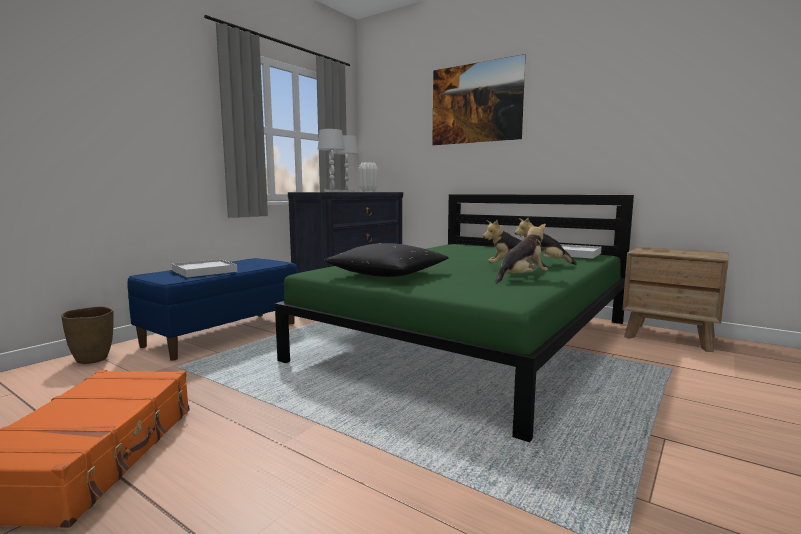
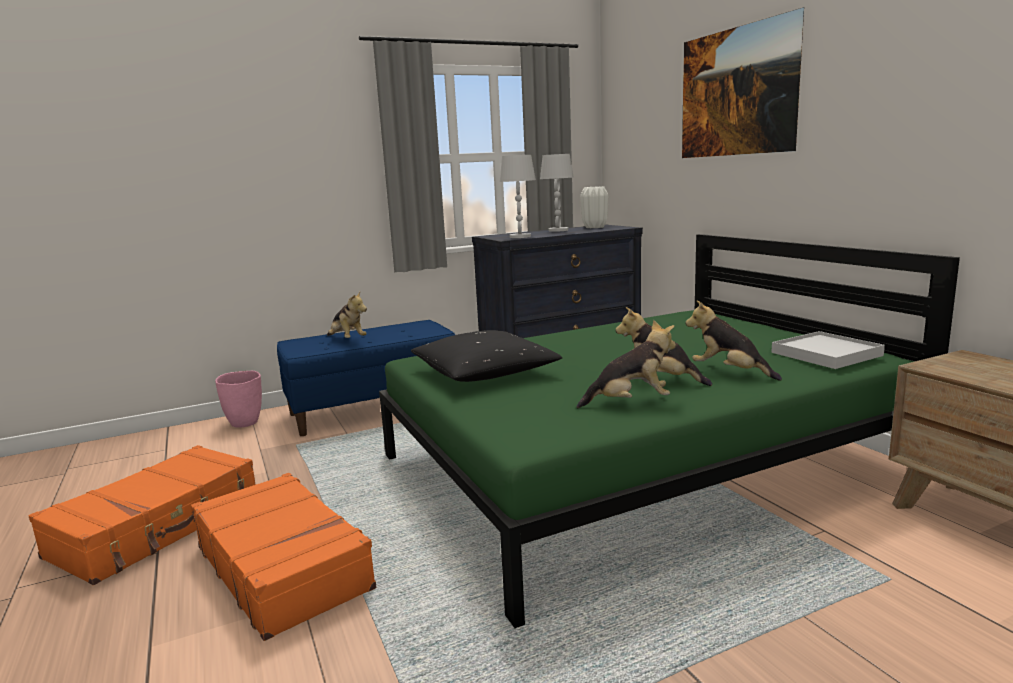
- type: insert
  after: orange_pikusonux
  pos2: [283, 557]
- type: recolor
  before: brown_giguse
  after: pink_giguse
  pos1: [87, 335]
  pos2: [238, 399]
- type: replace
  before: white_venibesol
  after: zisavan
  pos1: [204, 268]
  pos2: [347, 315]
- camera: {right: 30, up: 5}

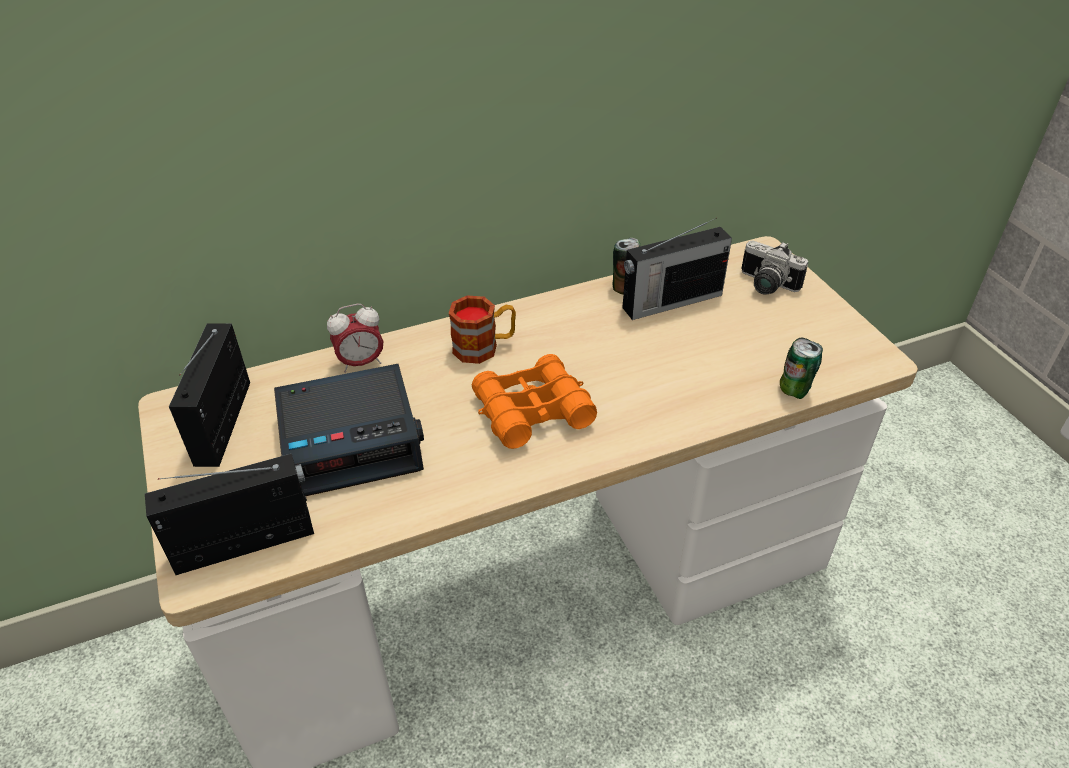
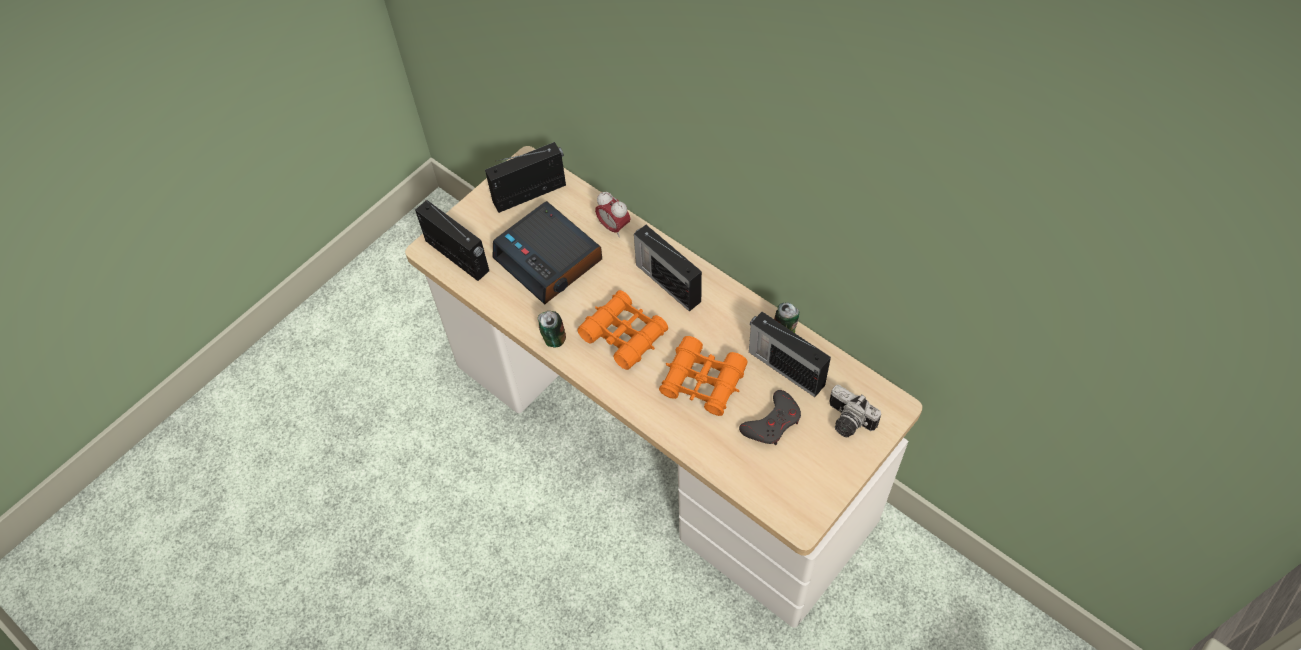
- type: move
  before: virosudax
  pos1: [801, 368]
  pos2: [552, 329]
- type: replace
  before: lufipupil
  after: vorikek
  pos1: [482, 329]
  pos2: [668, 268]
- type: insert
  after: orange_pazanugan
  pos2: [703, 376]
- type: insert
  after: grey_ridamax
  pos2: [770, 417]
- type: rotate
  before: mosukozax
  pos1: [774, 268]
  pos2: [855, 411]
  turn: -60
- camera: {right: 65, up: 15}

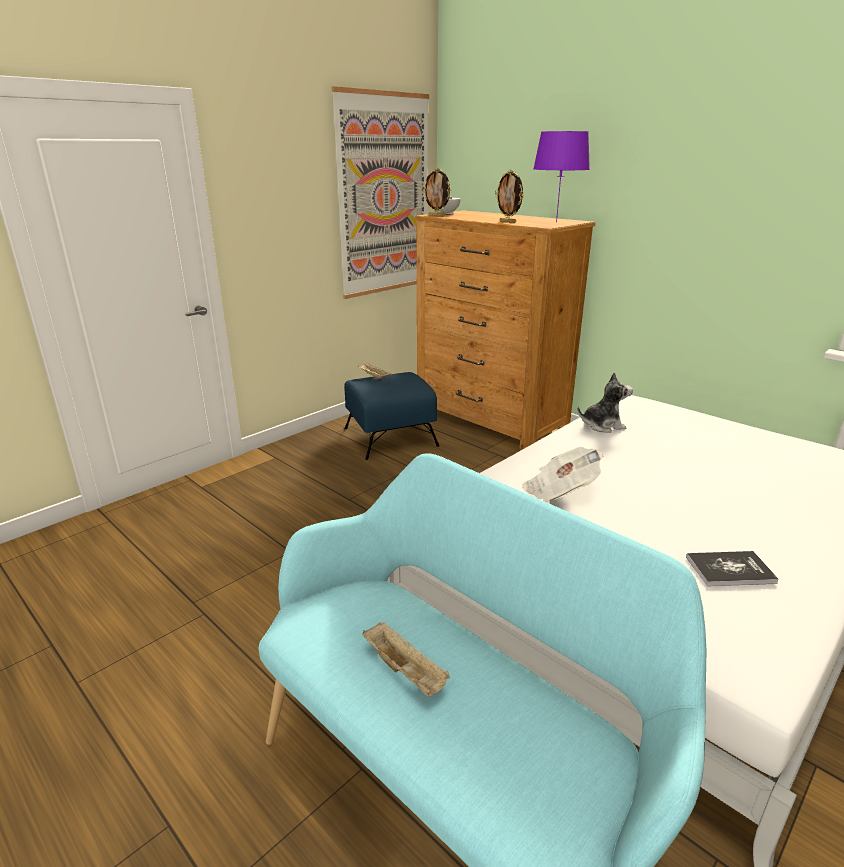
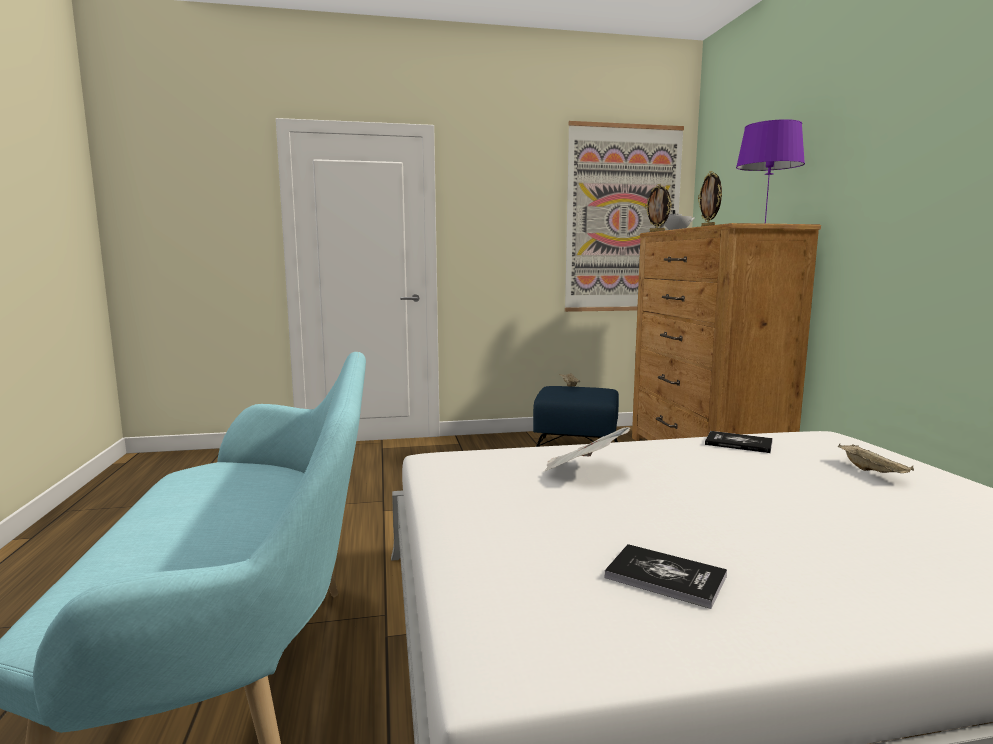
- type: replace
  before: zisavan
  after: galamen
  pos1: [605, 403]
  pos2: [739, 442]
- type: move
  before: beige_venibesol
  pos1: [406, 659]
  pos2: [876, 458]
- camera: {right: 35, up: -15}

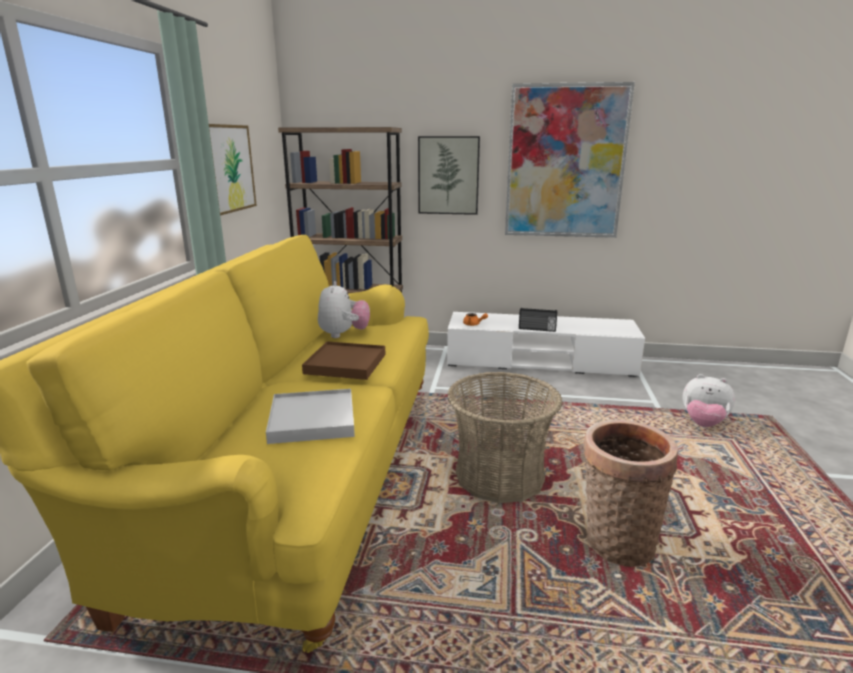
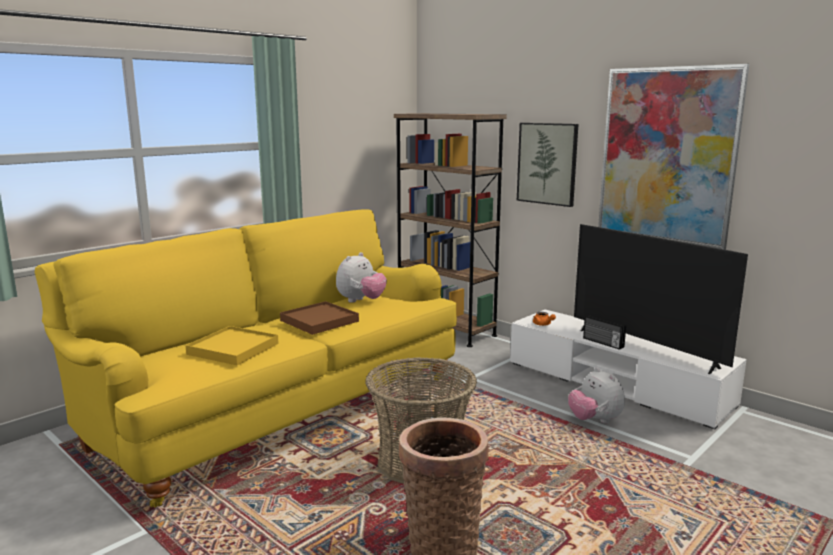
- type: recolor
  before: white_venibesol
  after: yellow_venibesol
  pos1: [310, 416]
  pos2: [232, 345]
- type: move
  before: zisavan
  pos1: [709, 400]
  pos2: [596, 395]
- type: insert
  after: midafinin
  pos2: [661, 299]
- type: delete
  before: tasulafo
  pos1: [233, 170]
- camera: {right: 35, up: -5}

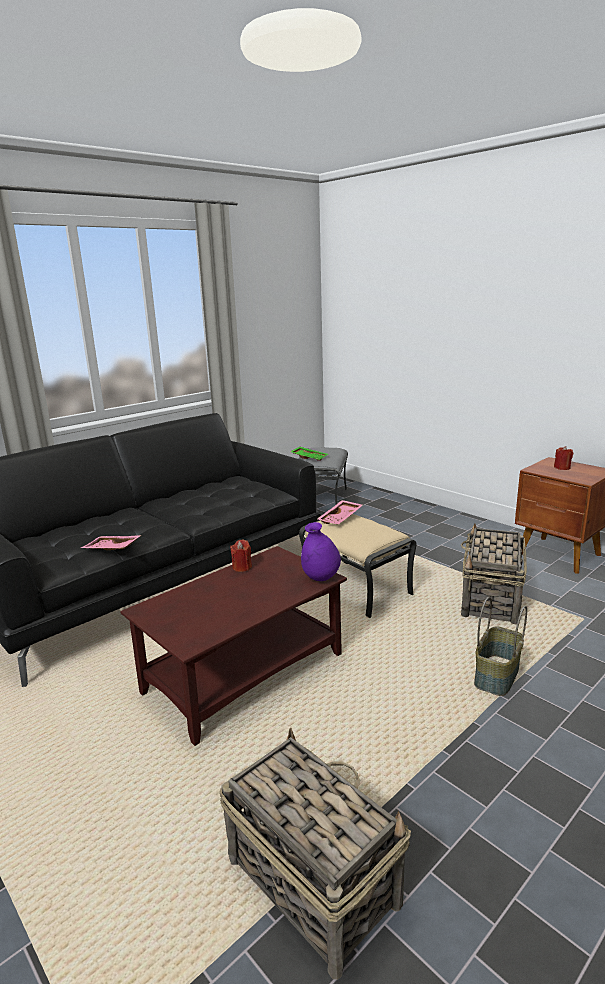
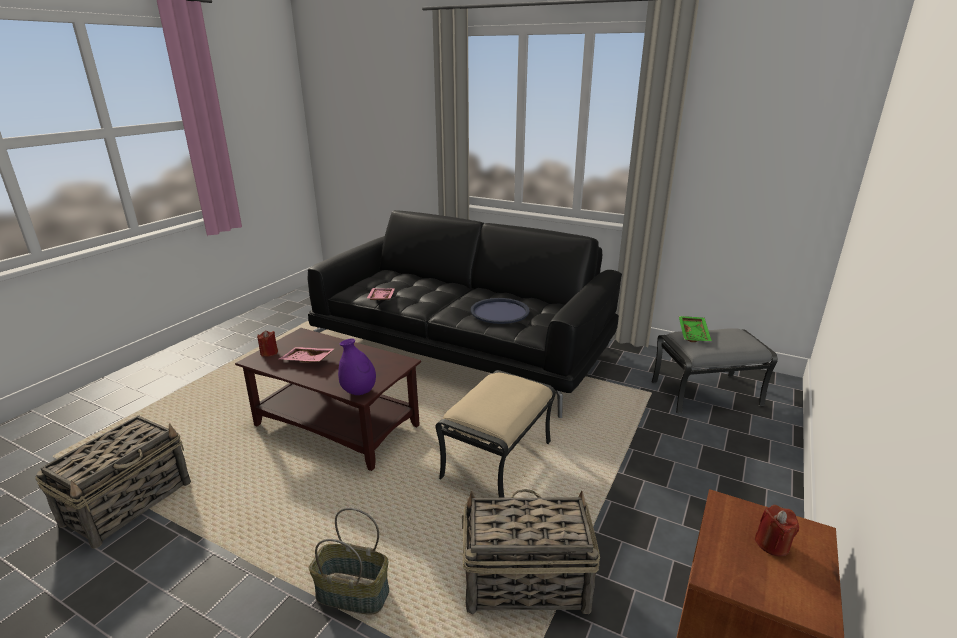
- type: move
  before: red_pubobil
  pos1: [241, 555]
  pos2: [267, 343]
- type: move
  before: pink_venibesol
  pos1: [340, 512]
  pos2: [306, 355]
- type: insert
  after: blue_venibesol
  pos2: [500, 311]
- camera: {right: 70, up: 5}

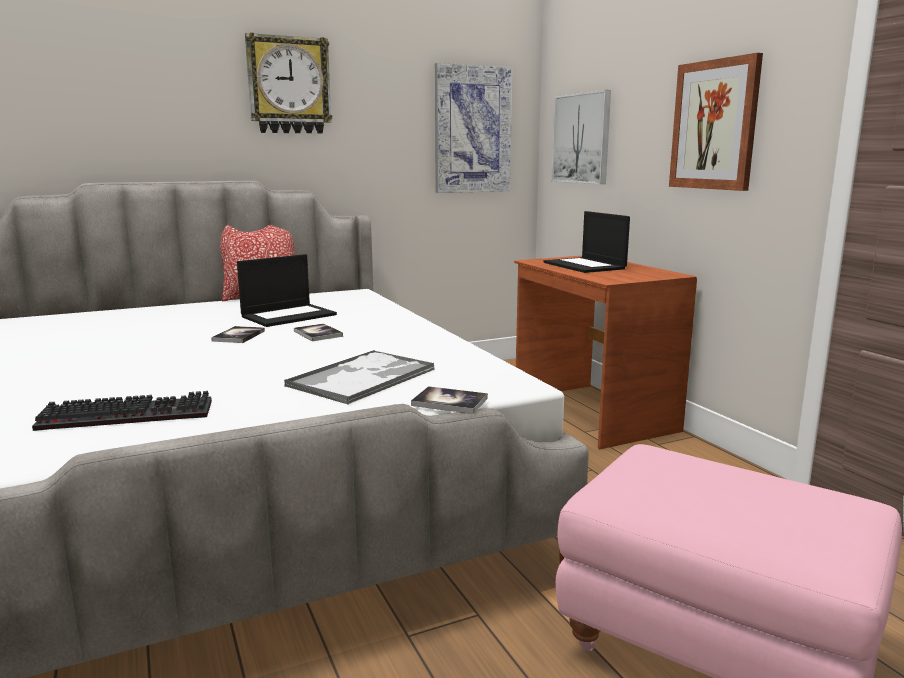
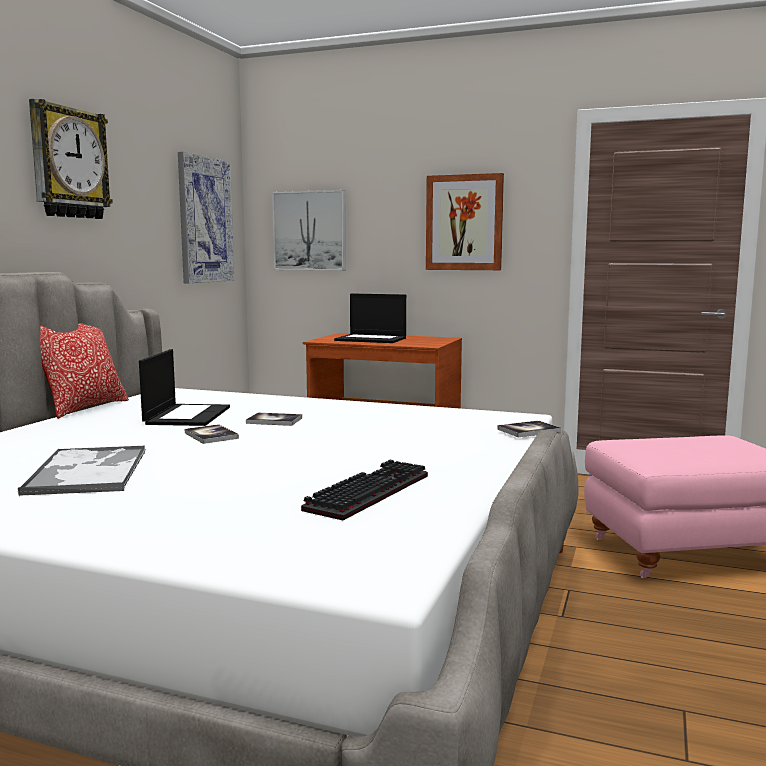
- type: move
  before: venibesol
  pos1: [359, 377]
  pos2: [82, 470]
- camera: {right: -45, up: -5}

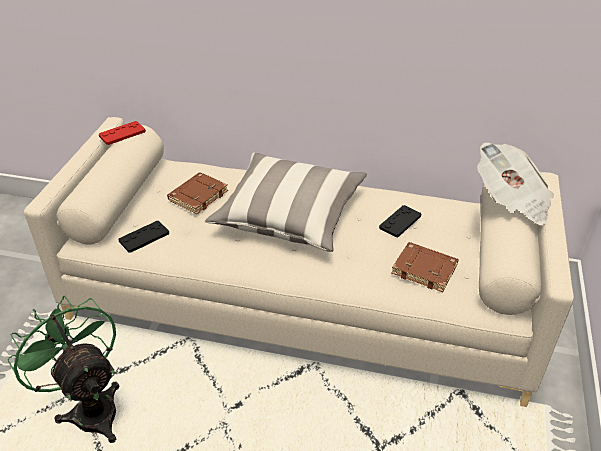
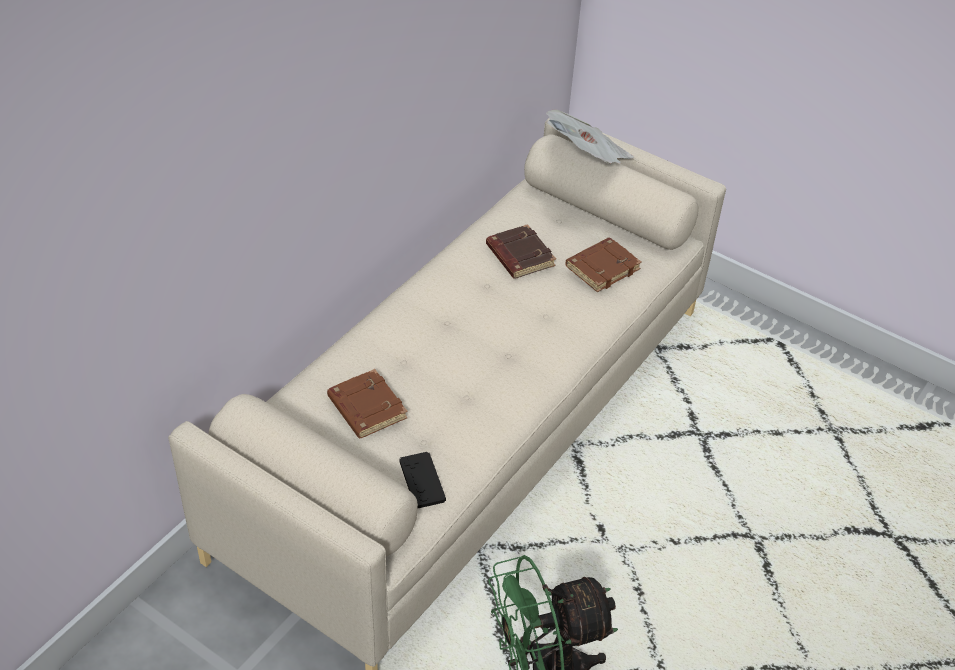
- type: replace
  before: black_ridamax
  after: brown_galamen
  pos1: [400, 221]
  pos2: [521, 251]
- type: delete
  before: red_ridamax
  pos1: [122, 133]
- type: delete
  before: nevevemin
  pos1: [285, 202]
- camera: {right: -70, up: 5}

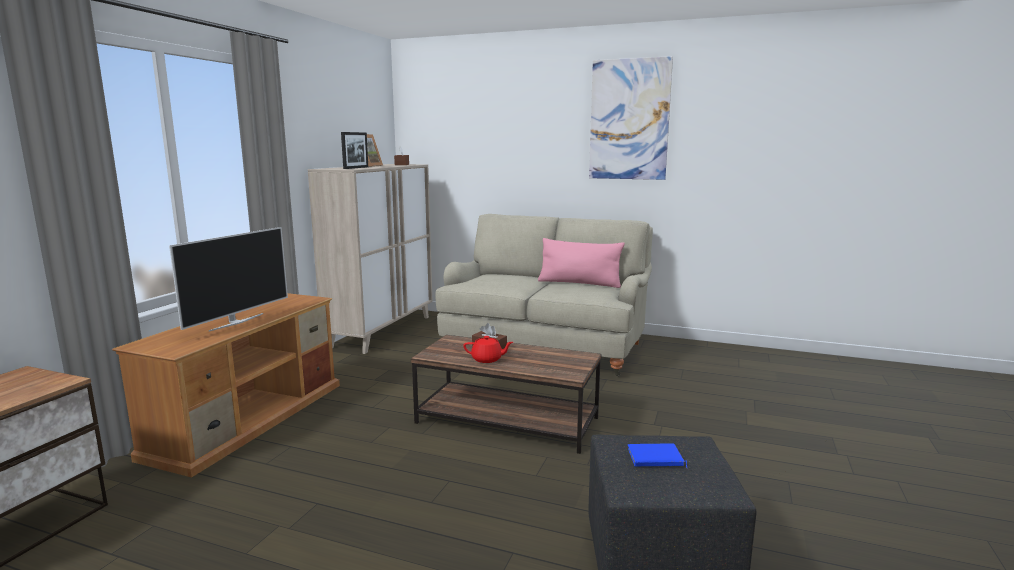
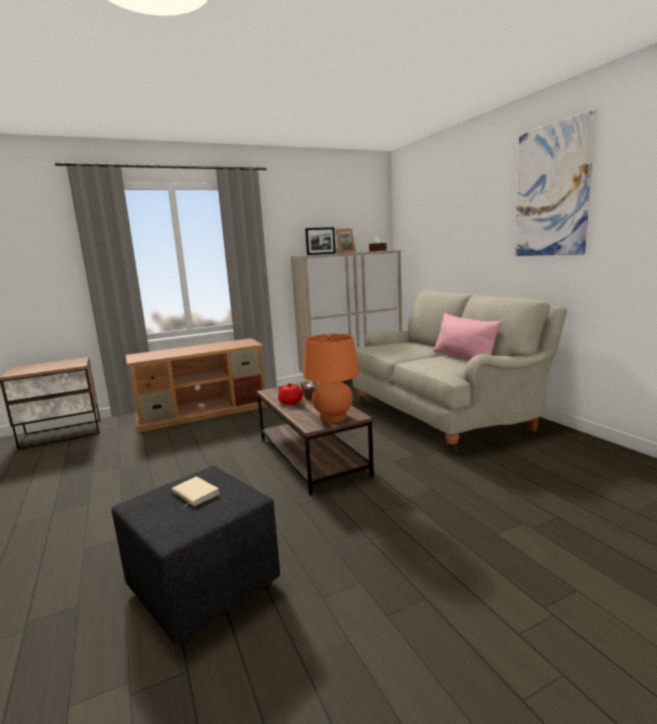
- type: recolor
  before: blue_galamen
  after: beige_galamen
  pos1: [657, 455]
  pos2: [196, 492]
- type: insert
  after: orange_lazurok
  pos2: [331, 378]
- type: delete
  before: midafinin
  pos1: [228, 279]
- camera: {right: 45, up: 0}

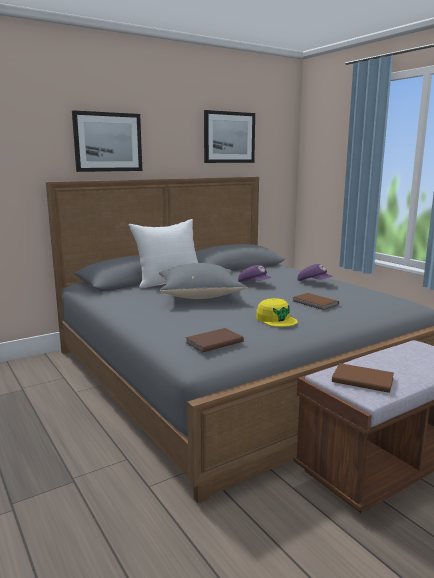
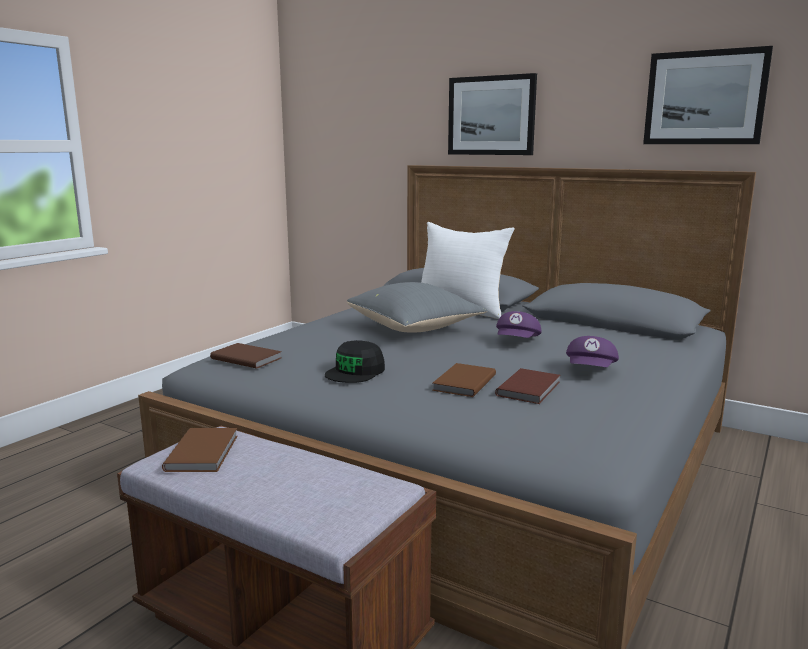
- type: recolor
  before: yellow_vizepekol
  after: black_vizepekol
  pos1: [277, 312]
  pos2: [355, 361]
- type: insert
  after: brown_galamen
  pos2: [527, 386]
- camera: {right: 65, up: 0}

